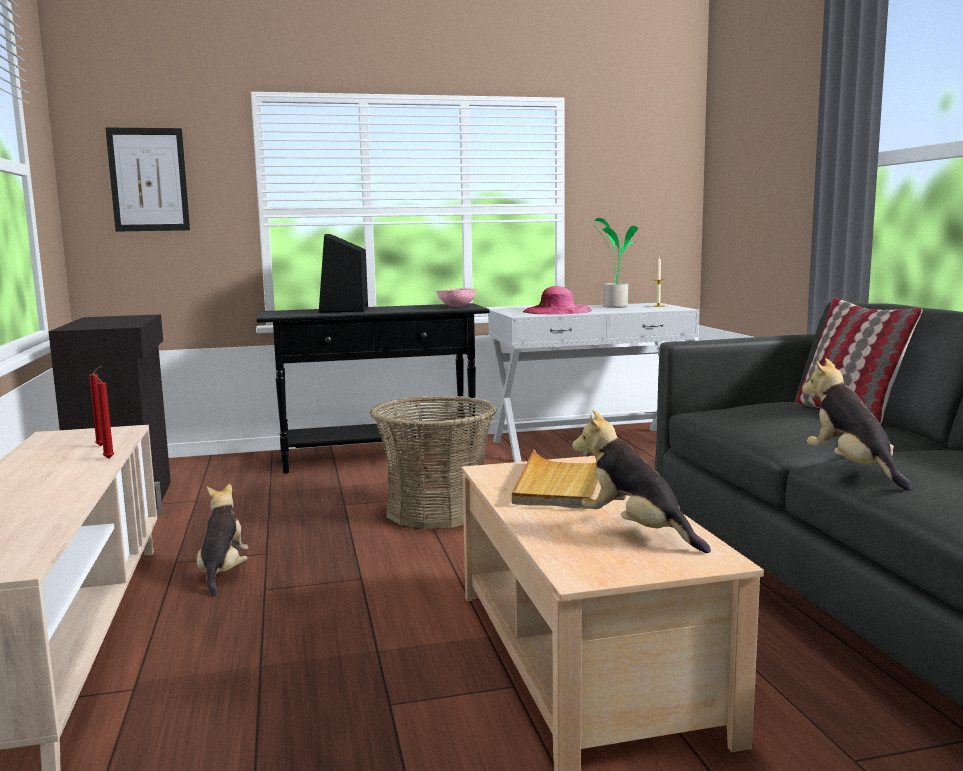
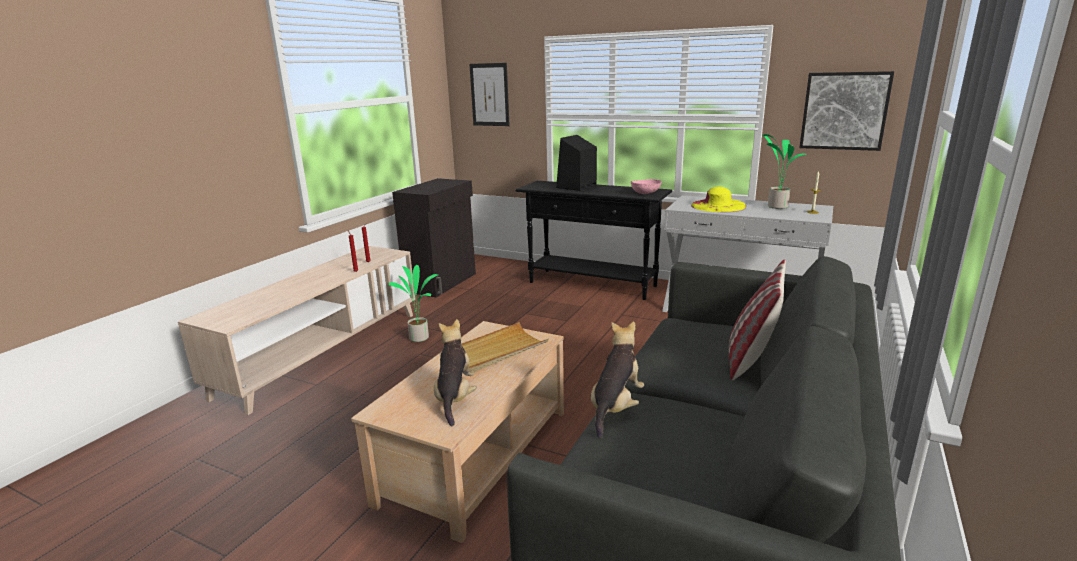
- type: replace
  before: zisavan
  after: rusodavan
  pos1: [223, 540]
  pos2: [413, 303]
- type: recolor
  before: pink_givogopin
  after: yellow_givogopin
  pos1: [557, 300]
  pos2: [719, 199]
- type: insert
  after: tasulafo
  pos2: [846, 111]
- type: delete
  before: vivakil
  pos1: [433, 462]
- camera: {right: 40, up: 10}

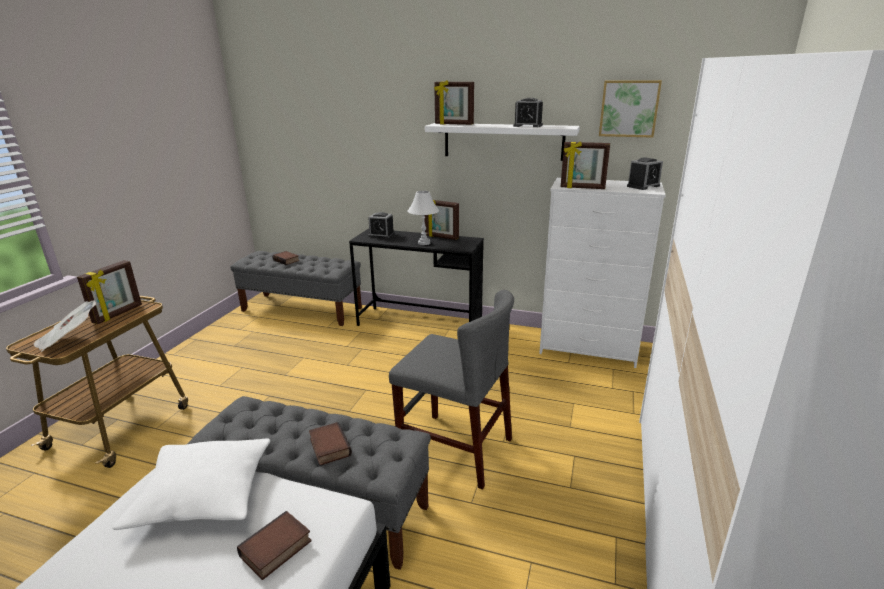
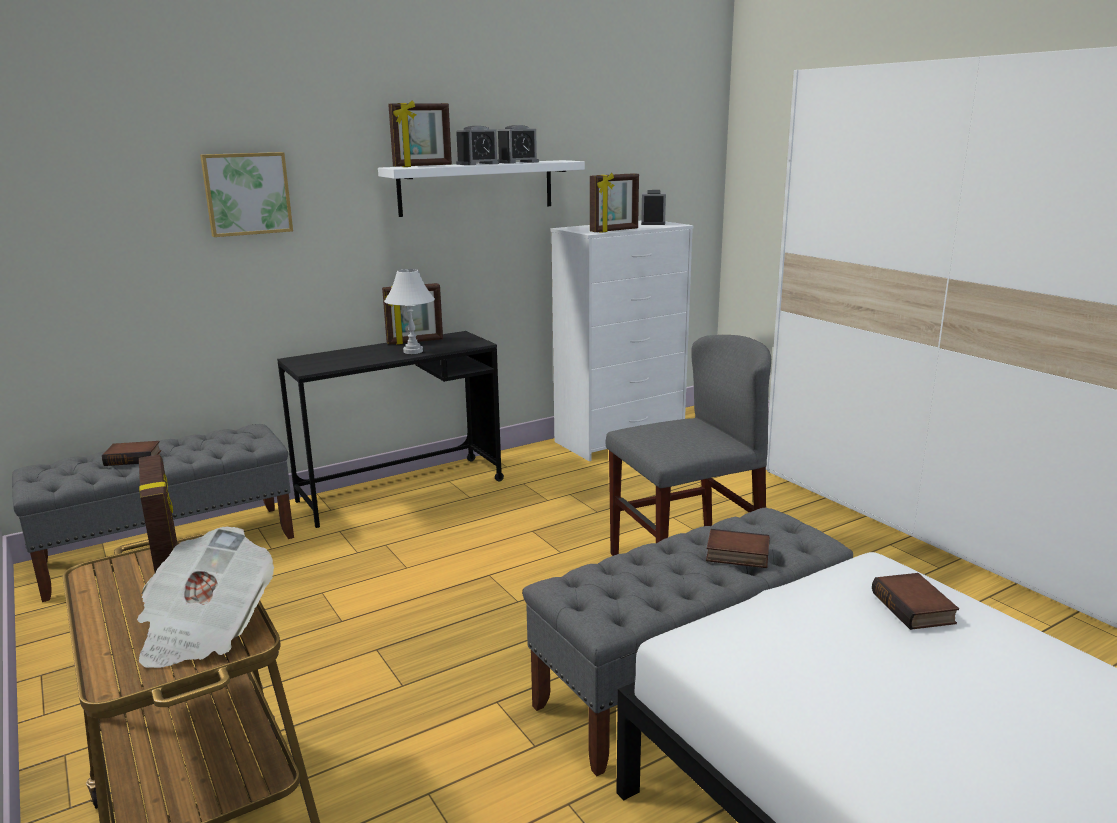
- type: move
  before: tasulafo
  pos1: [630, 109]
  pos2: [246, 194]
- type: move
  before: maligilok
  pos1: [381, 225]
  pos2: [477, 145]
- type: delete
  before: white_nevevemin
  pos1: [191, 484]
- camera: {right: -50, up: -5}

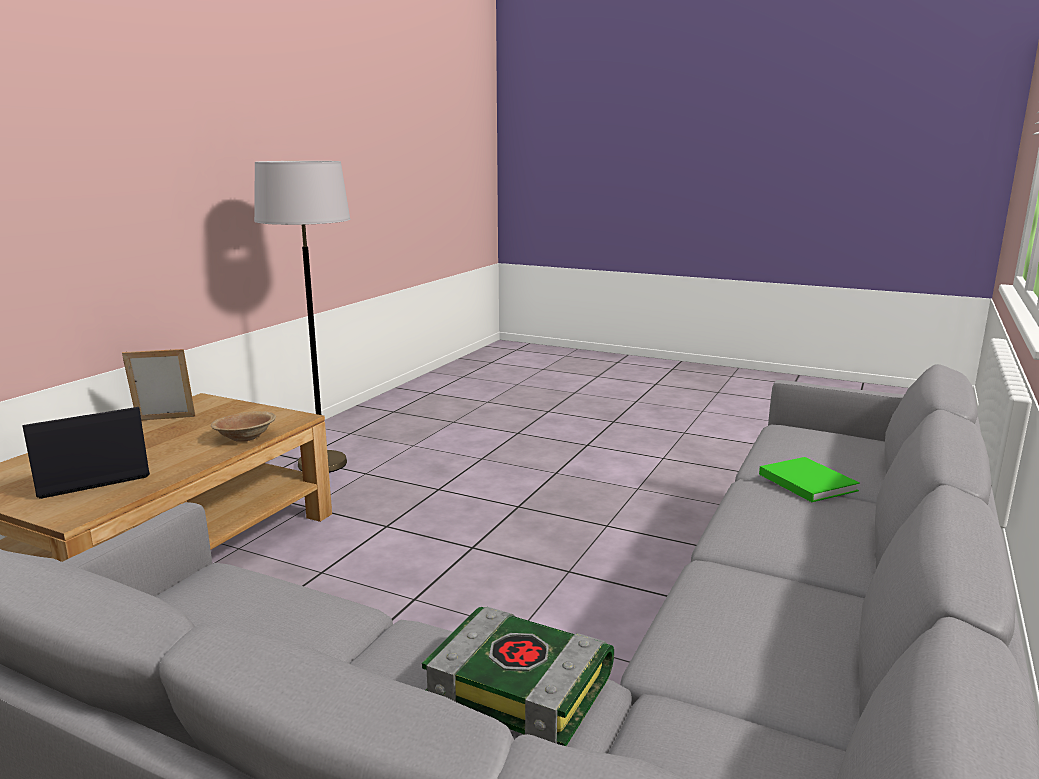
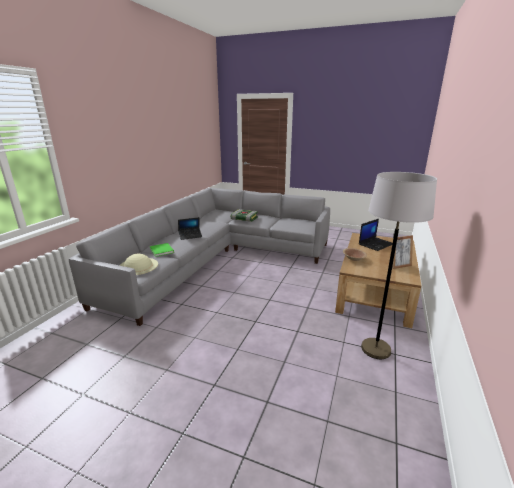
- type: insert
  after: beige_givogopin
  pos2: [138, 264]
- type: insert
  after: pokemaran
  pos2: [190, 228]
- camera: {right: 175, up: 5}

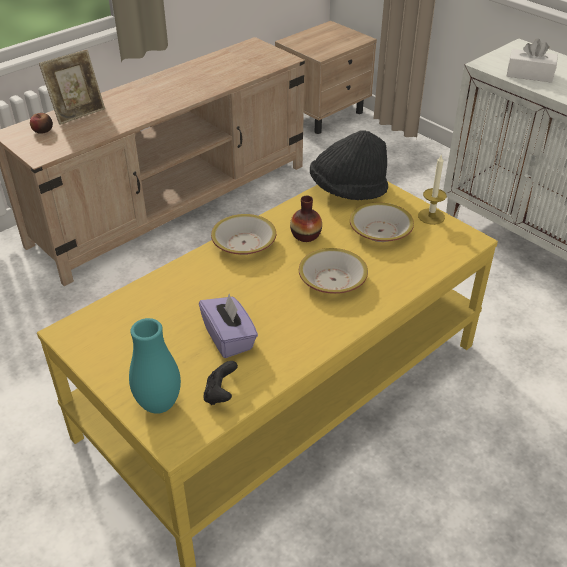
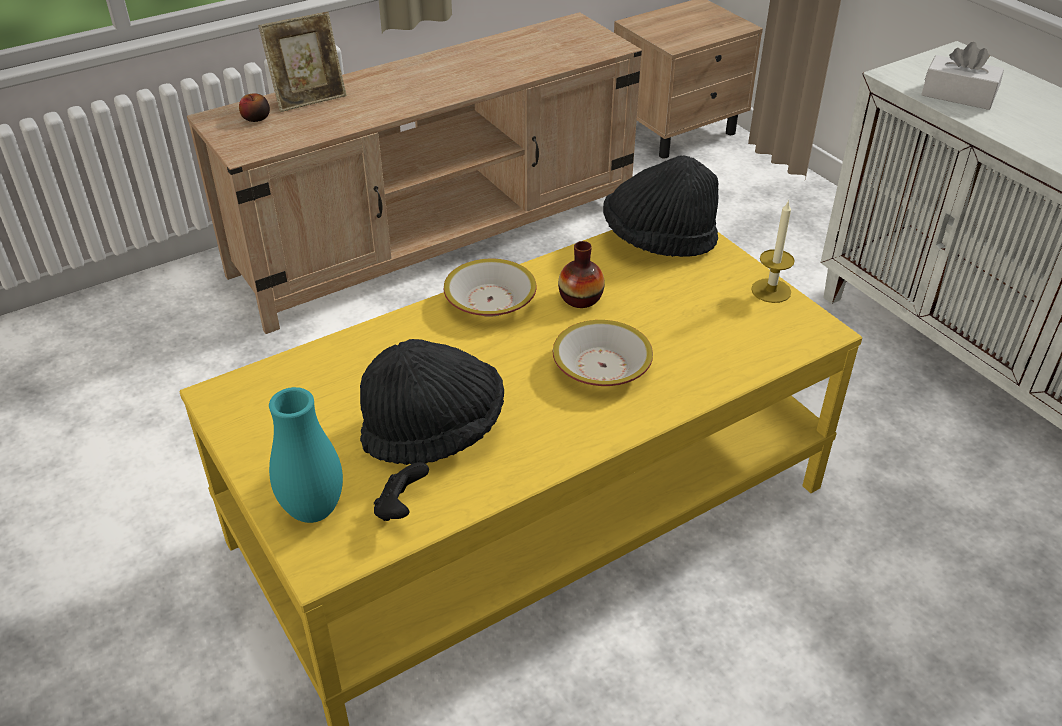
- type: replace
  before: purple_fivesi
  after: black_givogopin
  pos1: [228, 326]
  pos2: [432, 402]
- type: delete
  before: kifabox
  pos1: [382, 222]
- camera: {right: 10, up: 0}

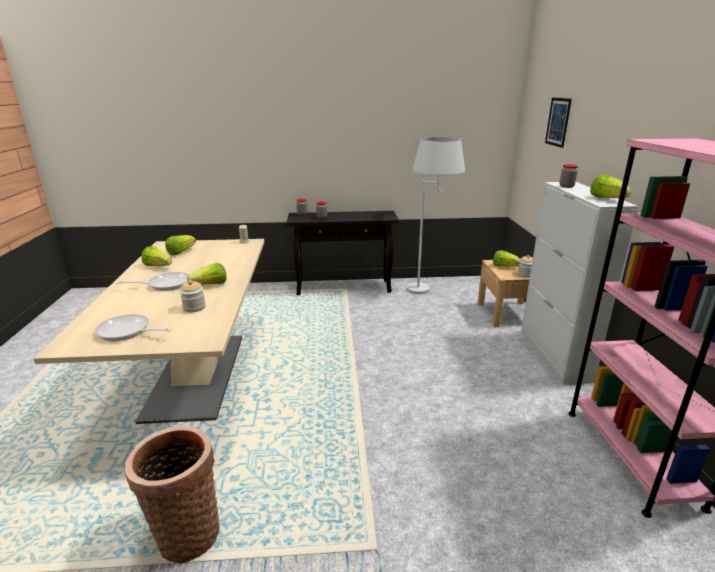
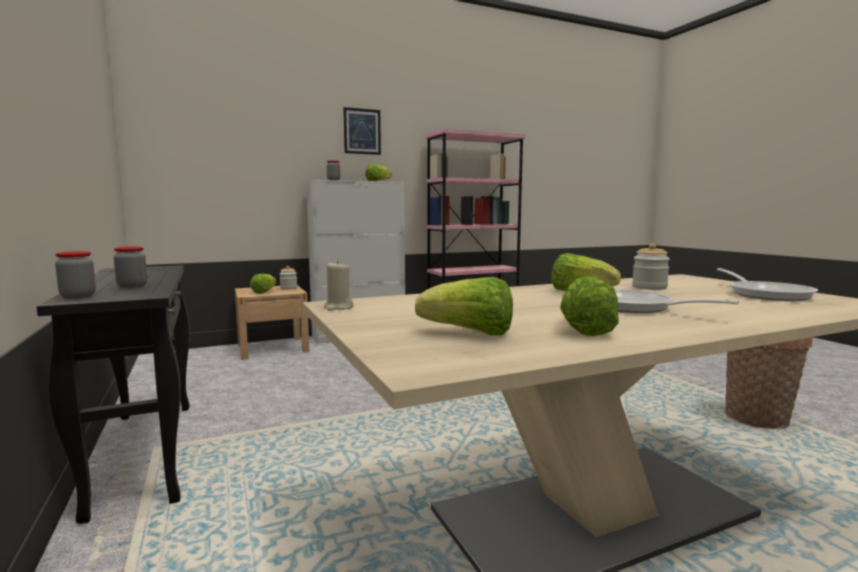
- type: move
  before: tasulafo
  pos1: [558, 123]
  pos2: [362, 131]
- type: delete
  before: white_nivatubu
  pos1: [436, 215]
- camera: {right: -110, up: -15}

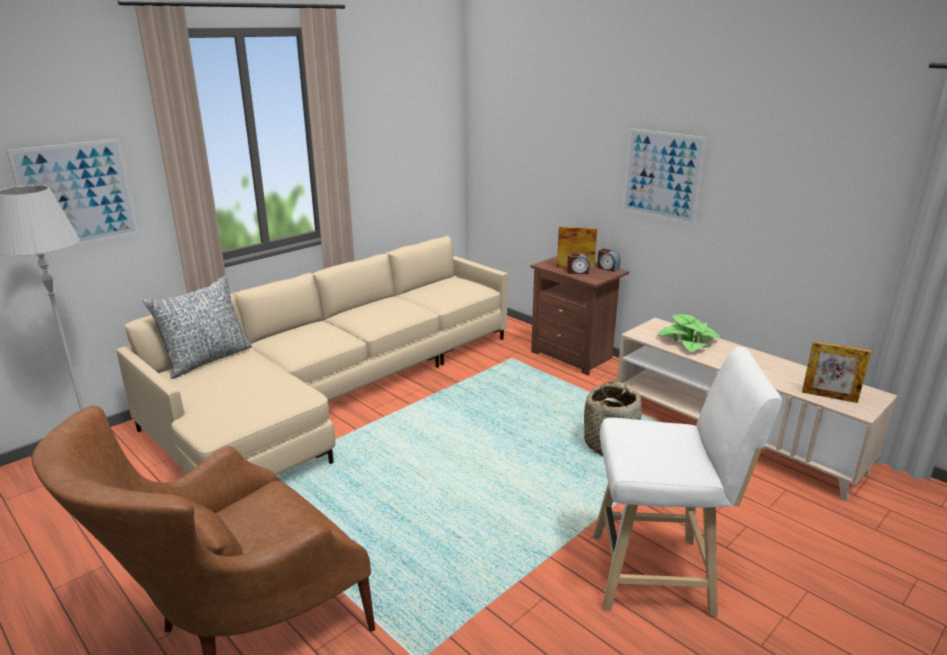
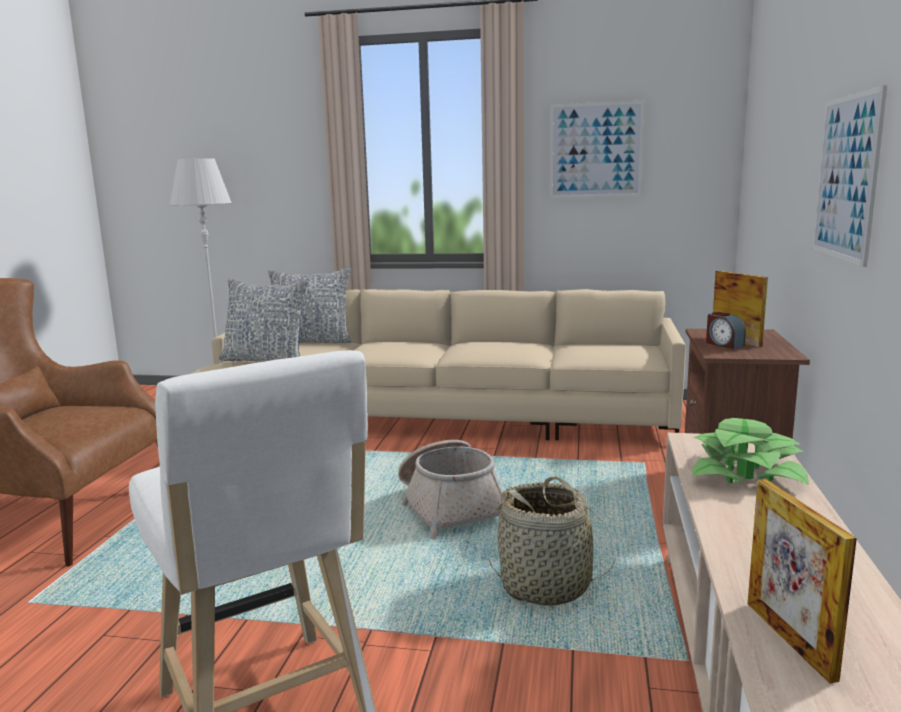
- type: insert
  after: nevevemin
  pos2: [264, 320]
- type: insert
  after: vivakil
  pos2: [450, 490]
- type: move
  before: tasulafo
  pos1: [72, 193]
  pos2: [597, 149]
- type: delete
  before: maligilok
  pos1: [608, 260]
- camera: {right: 55, up: -10}

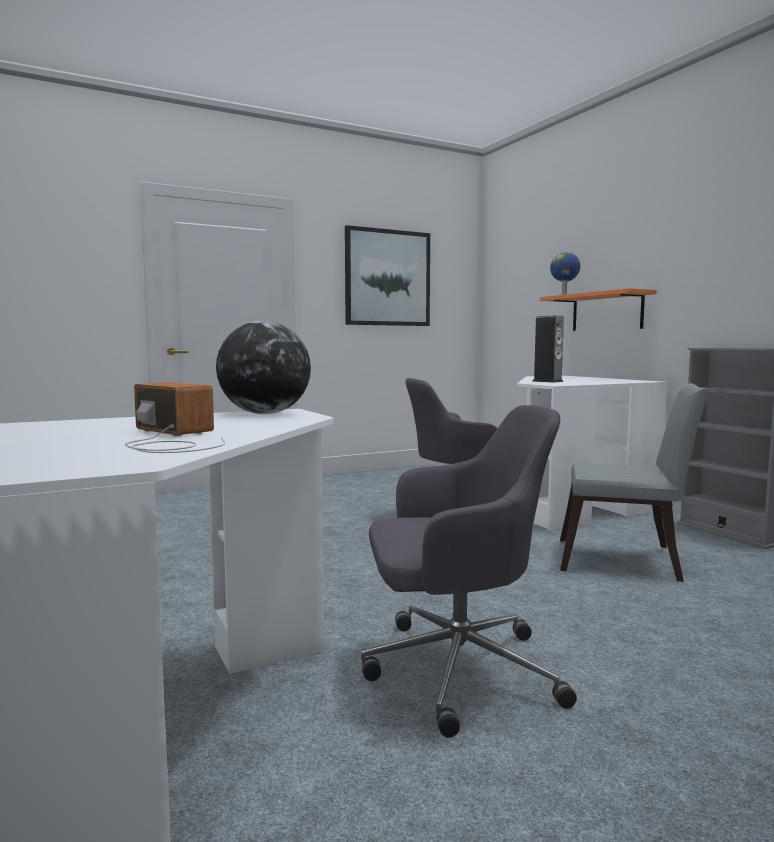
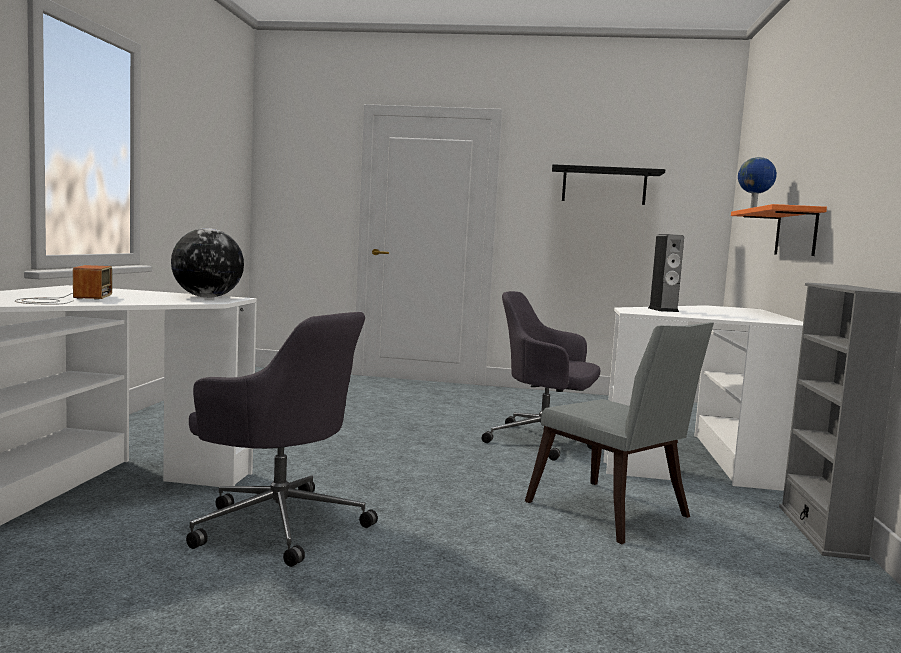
- type: replace
  before: tasulafo
  after: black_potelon
  pos1: [387, 275]
  pos2: [608, 184]
- camera: {right: 35, up: 0}

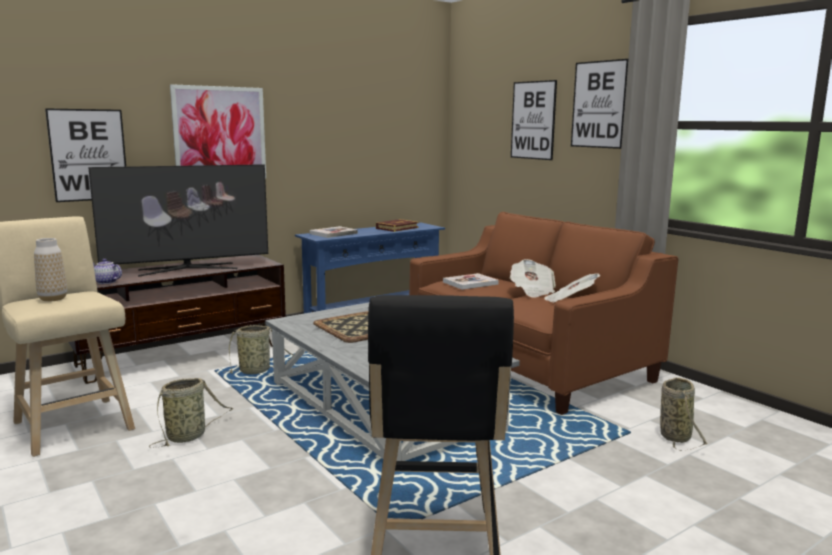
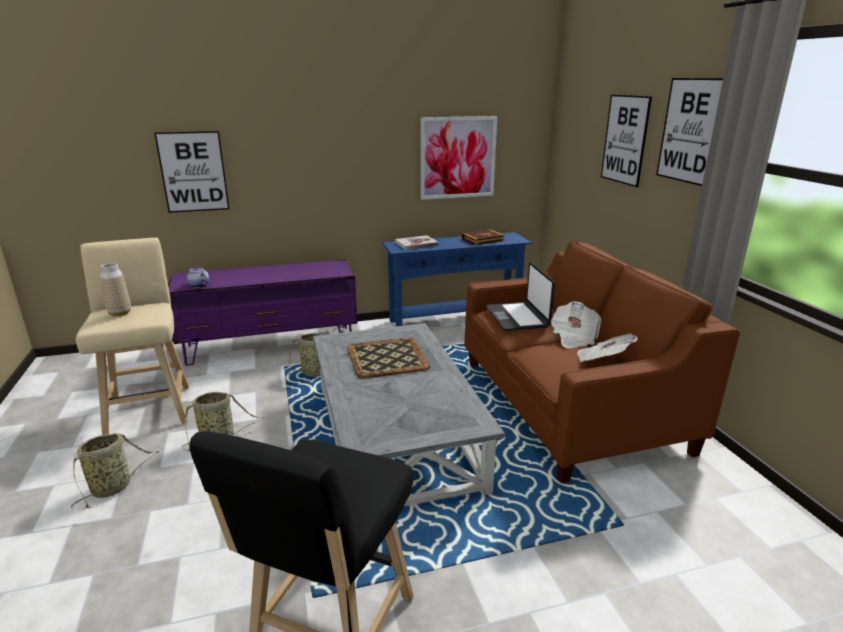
- type: move
  before: vivakil
  pos1: [684, 414]
  pos2: [115, 471]
- type: recolor
  before: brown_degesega
  after: purple_degesega
  pos1: [177, 319]
  pos2: [262, 312]
- type: move
  before: tasulafo
  pos1: [218, 131]
  pos2: [458, 158]
- type: replace
  before: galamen
  after: pokemaran
  pos1: [471, 281]
  pos2: [520, 296]
- type: delete
  before: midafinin
  pos1: [178, 220]
- camera: {right: 20, up: 10}

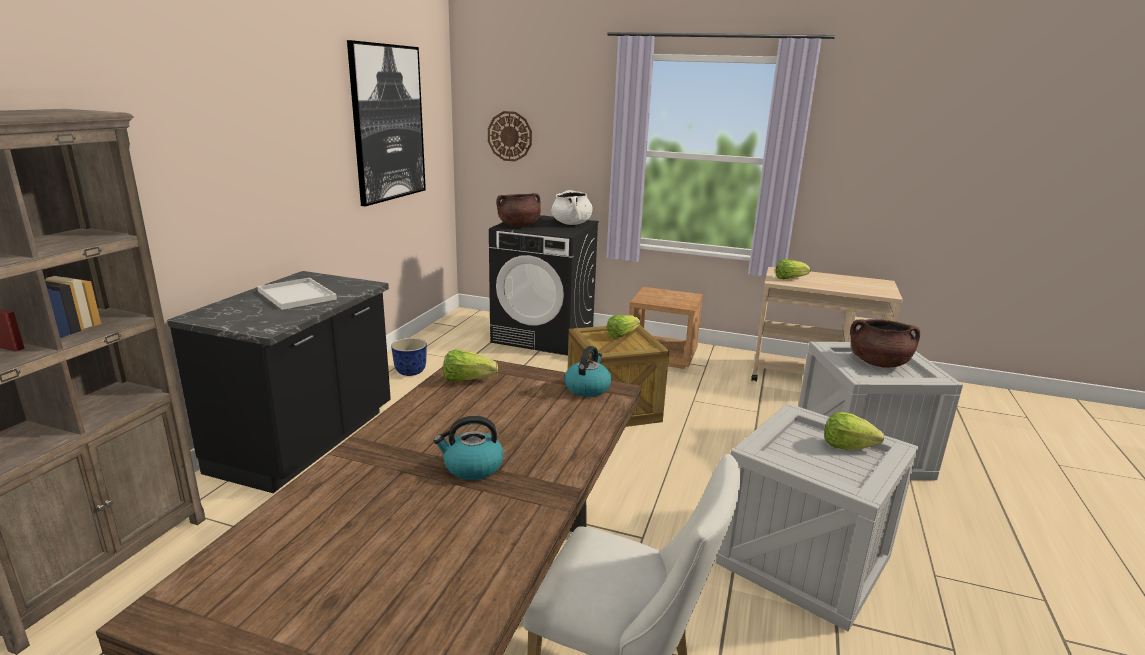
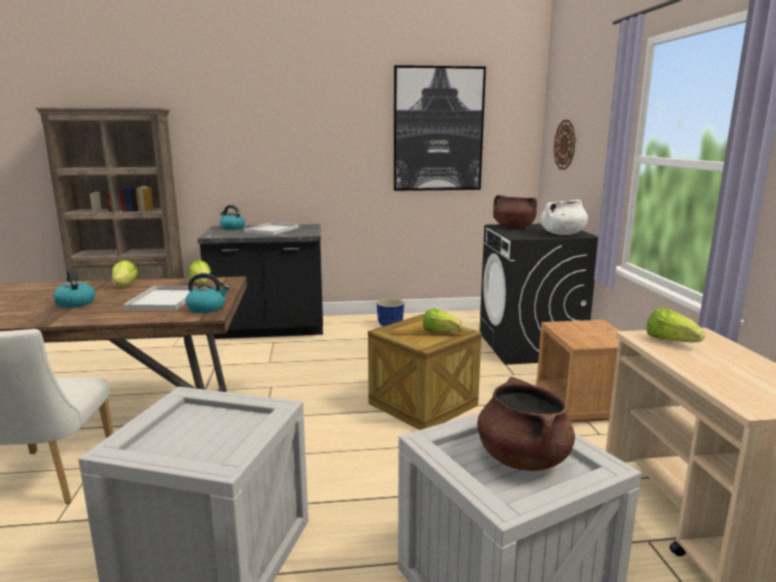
- type: move
  before: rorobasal
  pos1: [854, 431]
  pos2: [125, 273]
- type: insert
  after: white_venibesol
  pos2: [161, 298]
- type: insert
  after: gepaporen
  pos2: [232, 217]
- camera: {right: 65, up: -5}

